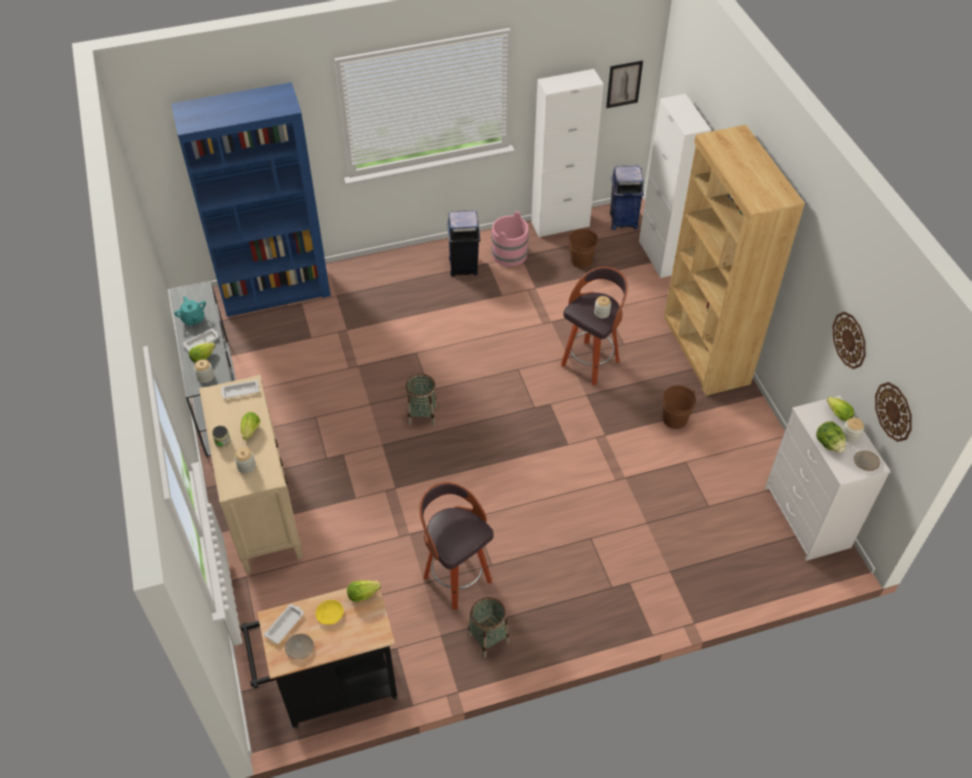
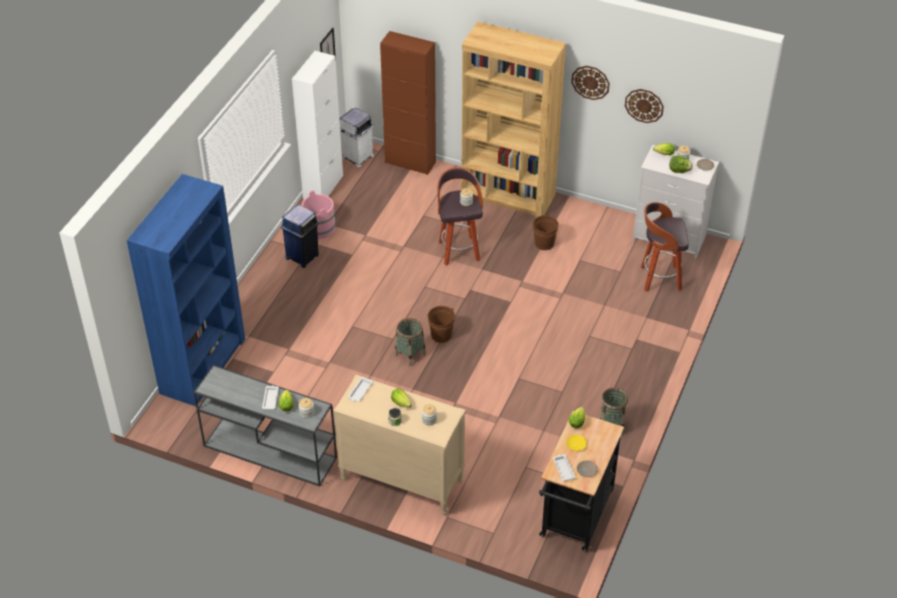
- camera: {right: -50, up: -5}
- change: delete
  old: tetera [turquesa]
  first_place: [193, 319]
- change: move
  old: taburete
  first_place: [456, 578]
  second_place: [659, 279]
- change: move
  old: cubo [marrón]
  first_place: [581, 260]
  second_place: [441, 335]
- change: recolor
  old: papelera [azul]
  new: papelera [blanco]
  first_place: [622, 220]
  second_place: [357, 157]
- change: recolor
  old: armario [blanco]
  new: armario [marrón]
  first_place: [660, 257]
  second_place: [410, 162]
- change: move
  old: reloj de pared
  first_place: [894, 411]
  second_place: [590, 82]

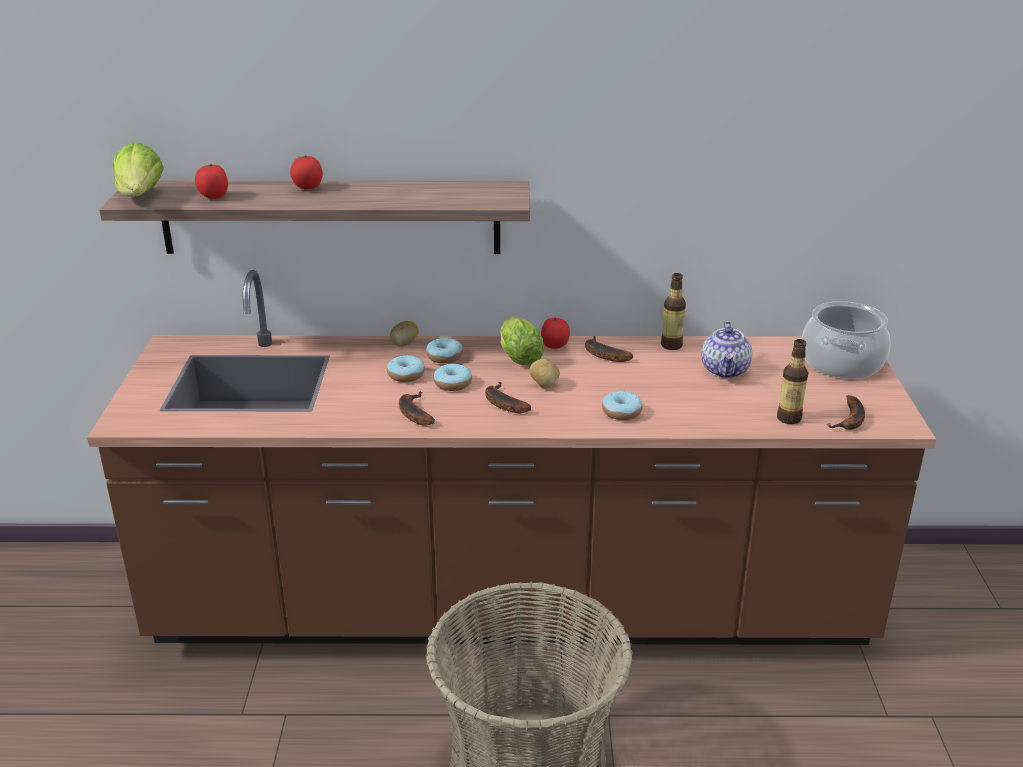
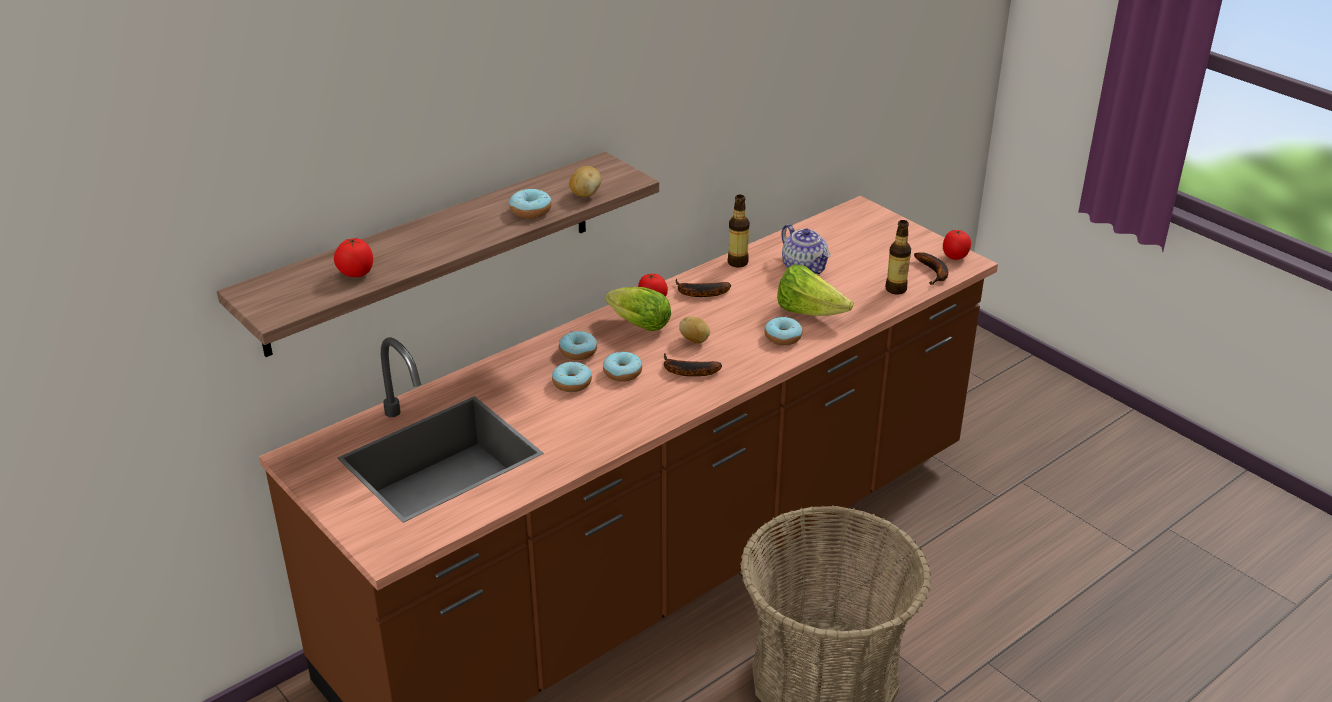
- camera: {right: -40, up: 5}
- change: move
  old: lechuga
  first_place: [140, 197]
  second_place: [809, 312]
- change: move
  old: tomate
  first_place: [307, 188]
  second_place: [955, 257]
- change: move
  old: patata
  first_place: [404, 344]
  second_place: [585, 194]
- change: delete
  old: plátano
  first_place: [413, 413]
- change: delete
  old: olla
  first_place: [842, 363]
- change: insert
  new: rosquilla
  second_place: [530, 211]

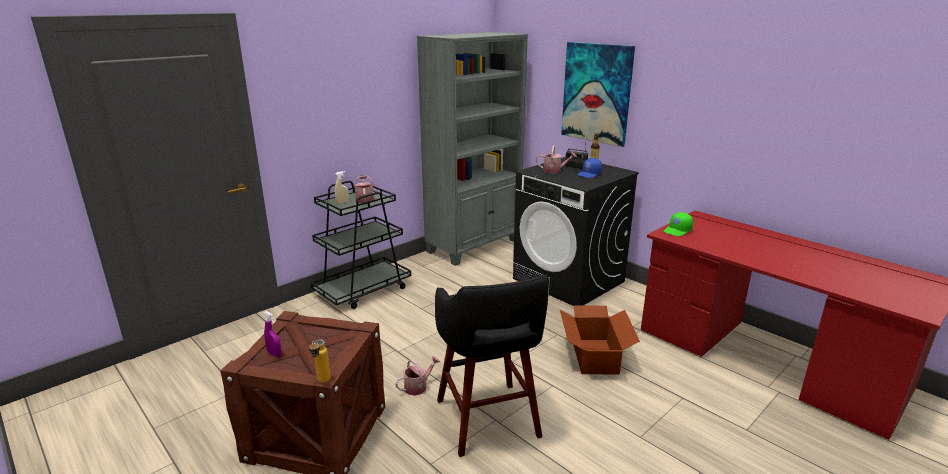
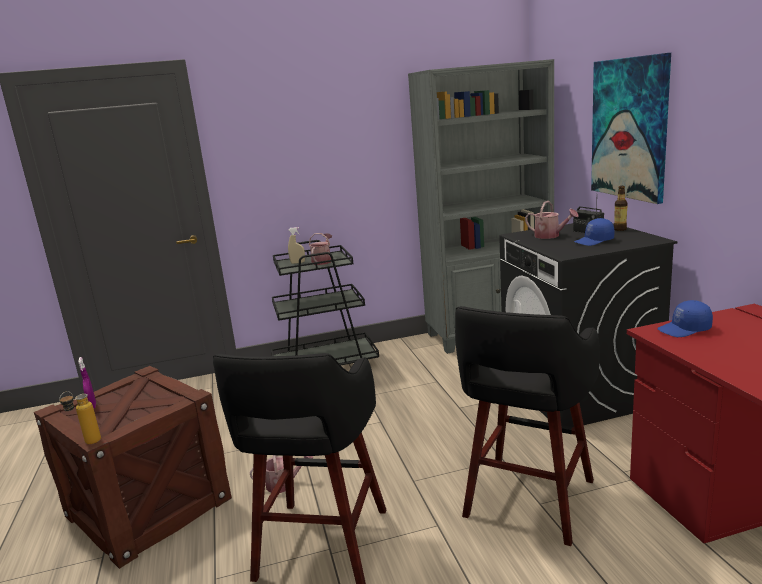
- camera: {right: 30, up: -5}
- change: replace
  old: caja de cartón
  new: taburete [negro]
  first_place: [594, 357]
  second_place: [527, 501]
- change: recolor
  old: gorra [verde]
  new: gorra [azul]
  first_place: [677, 231]
  second_place: [684, 330]

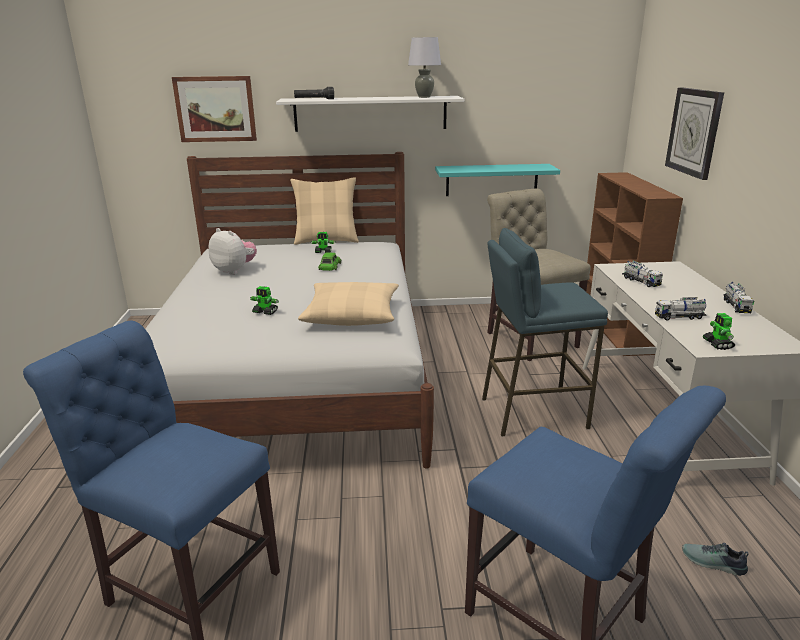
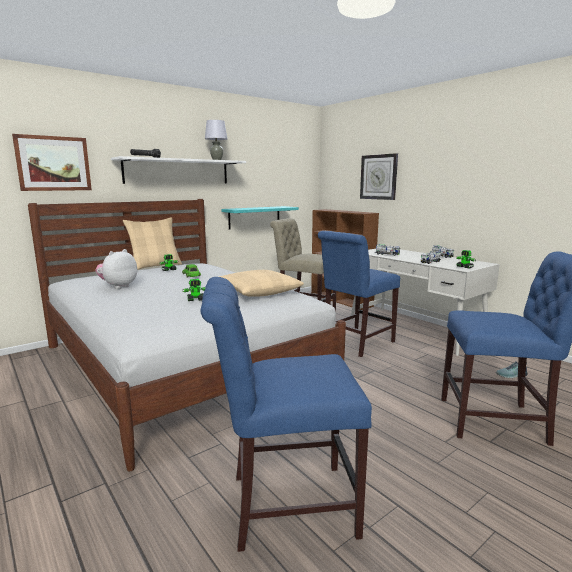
- camera: {right: -35, up: -10}
- change: rotate
  old: peluche
  first_place: [234, 271]
  second_place: [118, 286]
  degrees: -60
- change: replace
  old: taburete [azul]
  new: silla [azul]
  first_place: [532, 412]
  second_place: [355, 343]

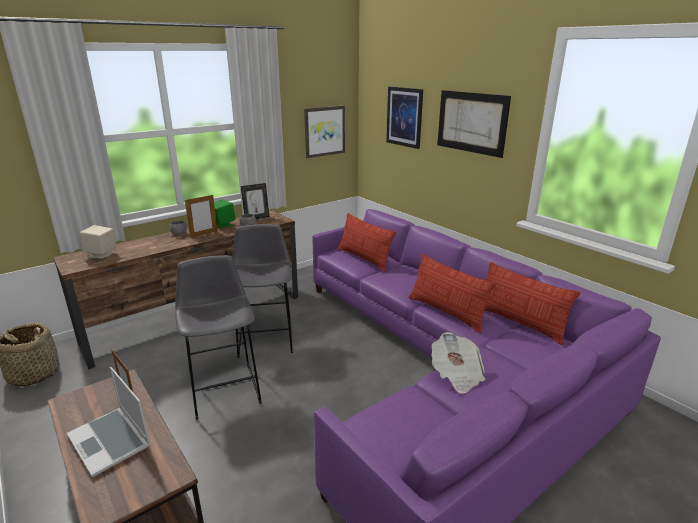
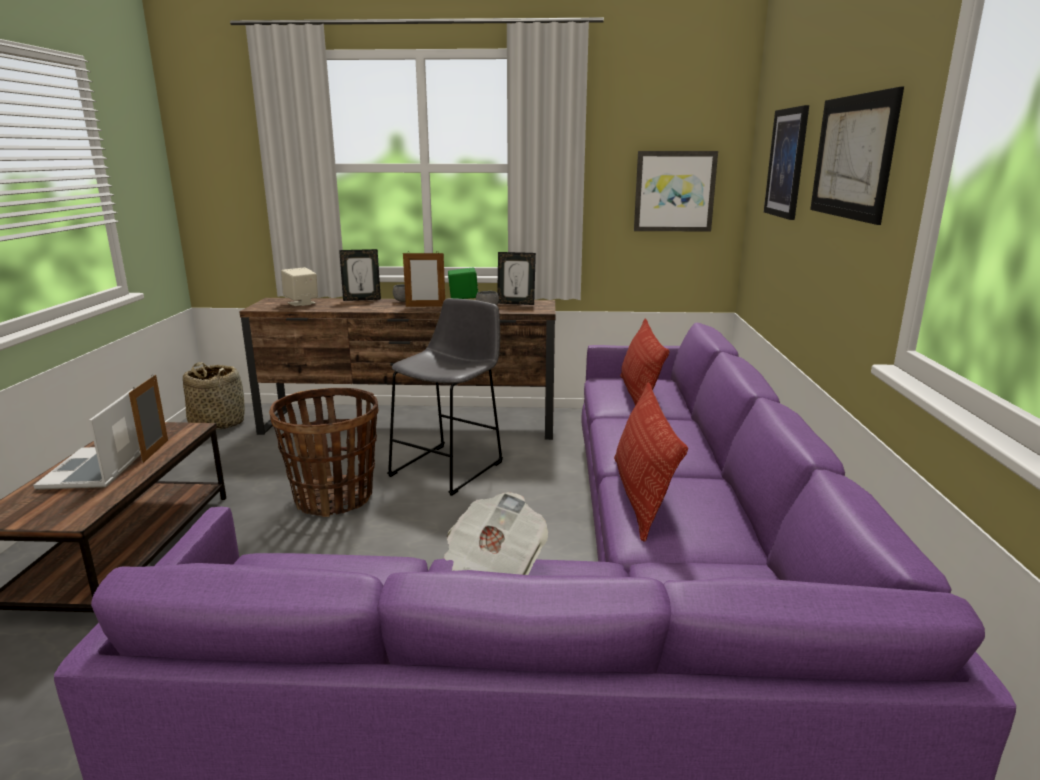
- camera: {right: 40, up: -5}
- change: replace
  old: taburete [gris]
  new: cesta
  first_place: [224, 386]
  second_place: [334, 498]
- change: delete
  old: cojín
  first_place: [519, 323]
- change: insert
  new: portarretratos
  second_place: [362, 299]

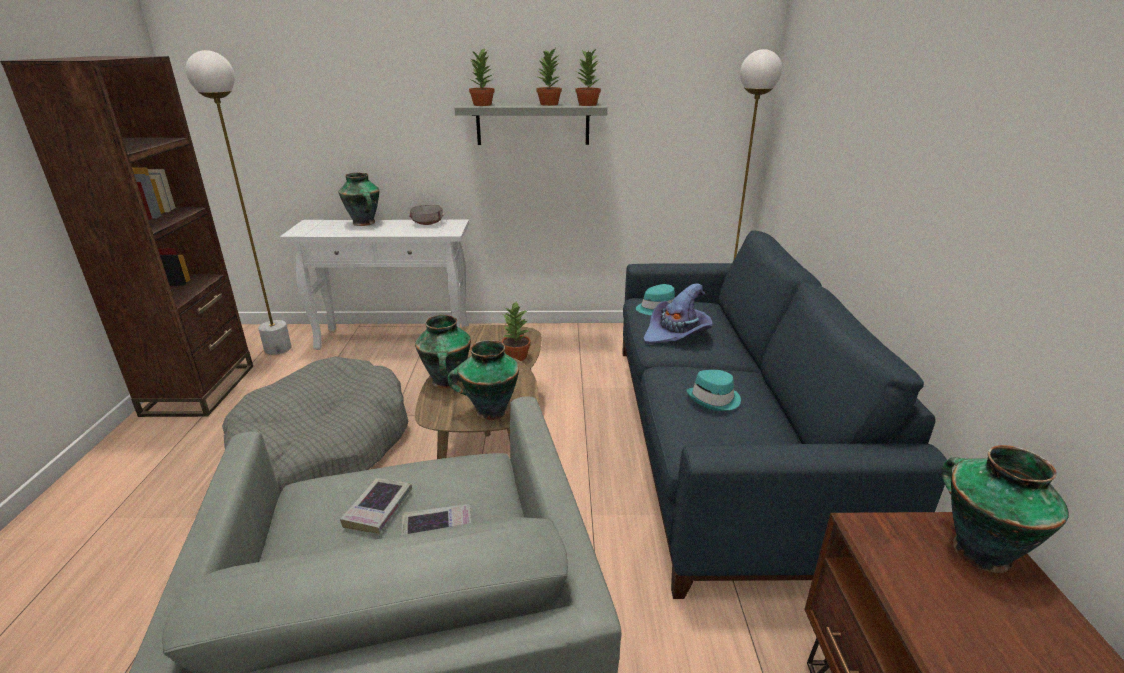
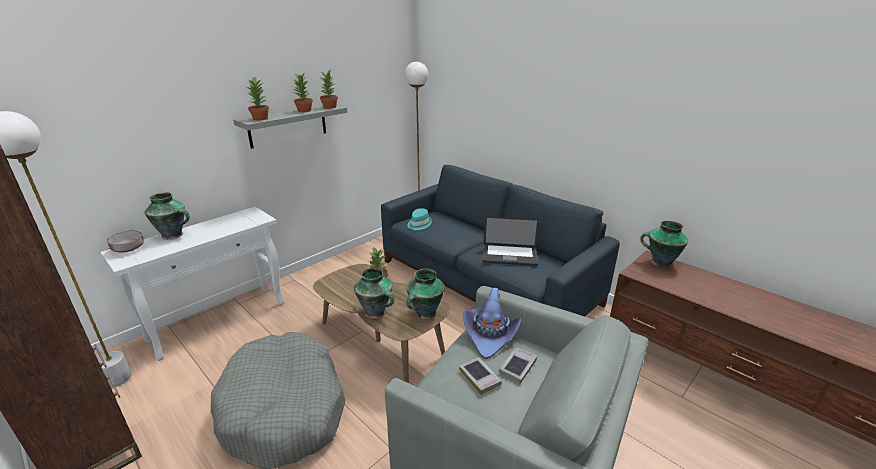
- camera: {right: -45, up: 0}
- change: move
  old: cuenco [gris]
  first_place: [427, 223]
  second_place: [128, 249]
- change: move
  old: sombrero [morado]
  first_place: [677, 333]
  second_place: [490, 334]
- change: replace
  old: sombrero [turquesa]
  new: portátil
  first_place: [714, 399]
  second_place: [509, 256]

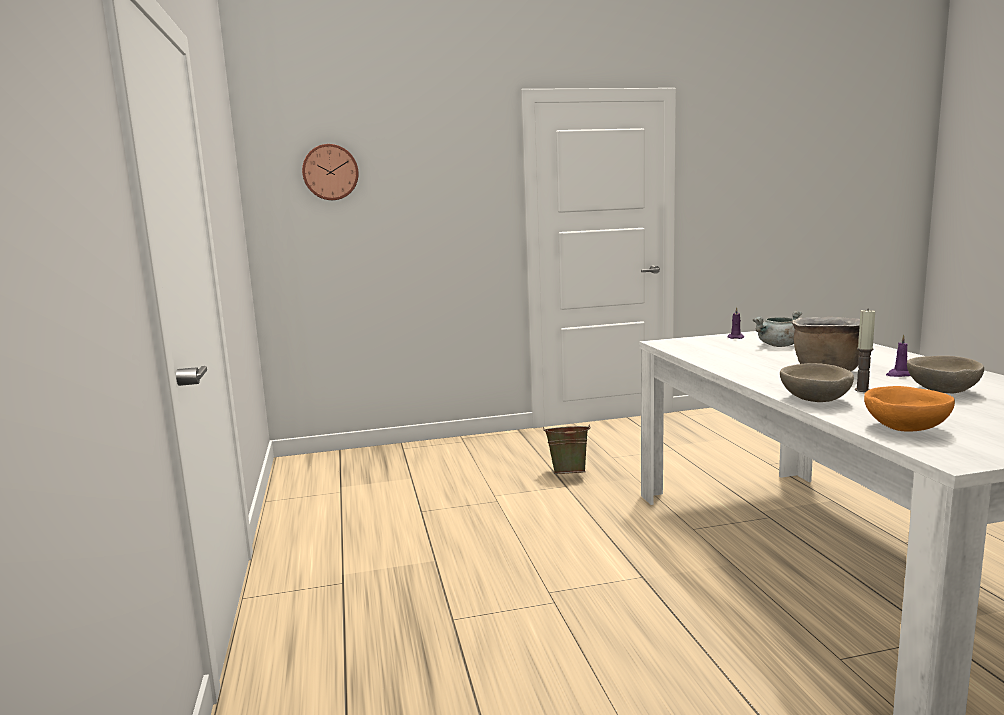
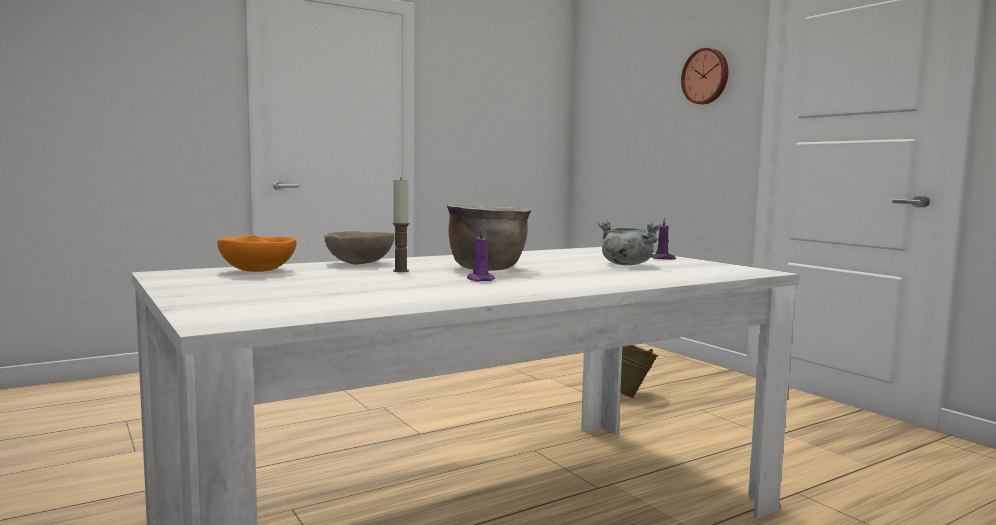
- camera: {right: 70, up: -5}
- change: move
  old: reloj de pared
  first_place: [330, 172]
  second_place: [706, 76]
- change: delete
  old: cuenco [beis]
  first_place: [941, 391]

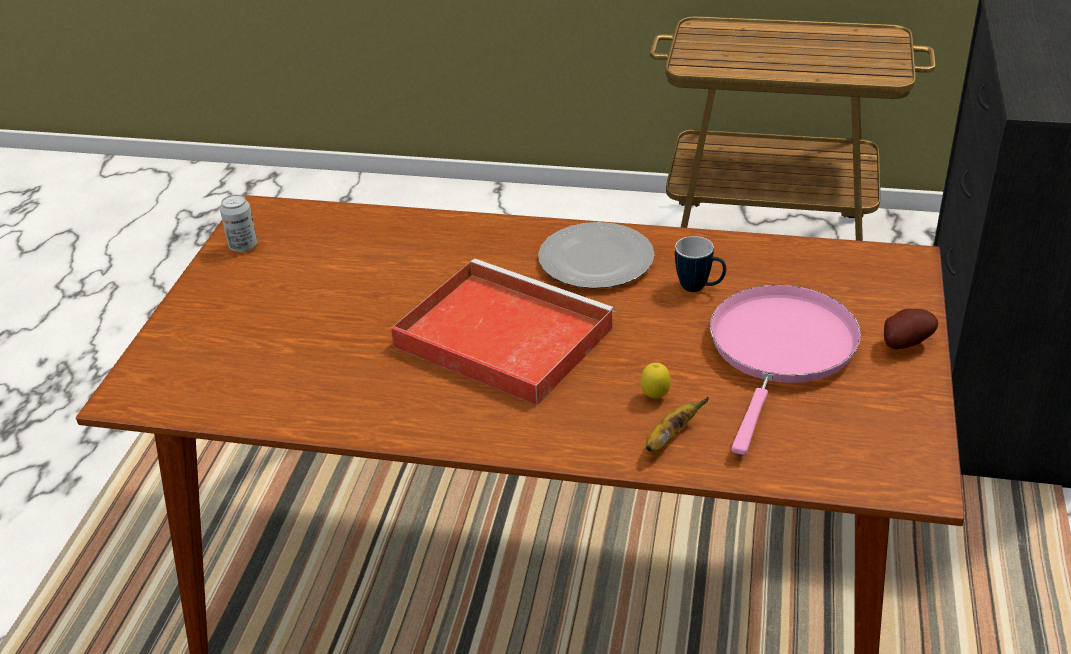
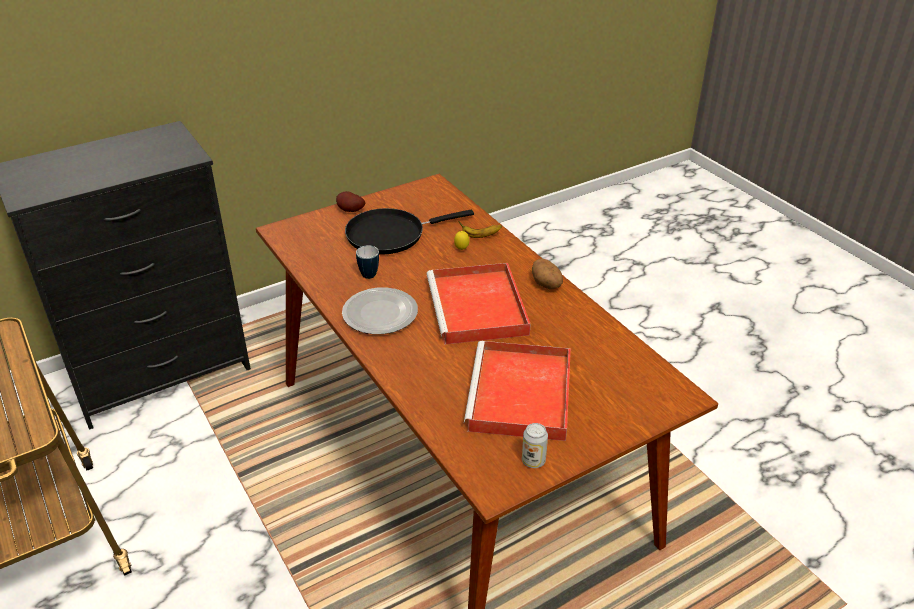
- camera: {right: -135, up: 0}
- change: recolor
  old: sartén [rosa]
  new: sartén [negro]
  first_place: [780, 350]
  second_place: [391, 235]
- change: insert
  new: bandeja [rojo]
  second_place: [521, 396]
- change: insert
  new: patata
  second_place: [547, 285]

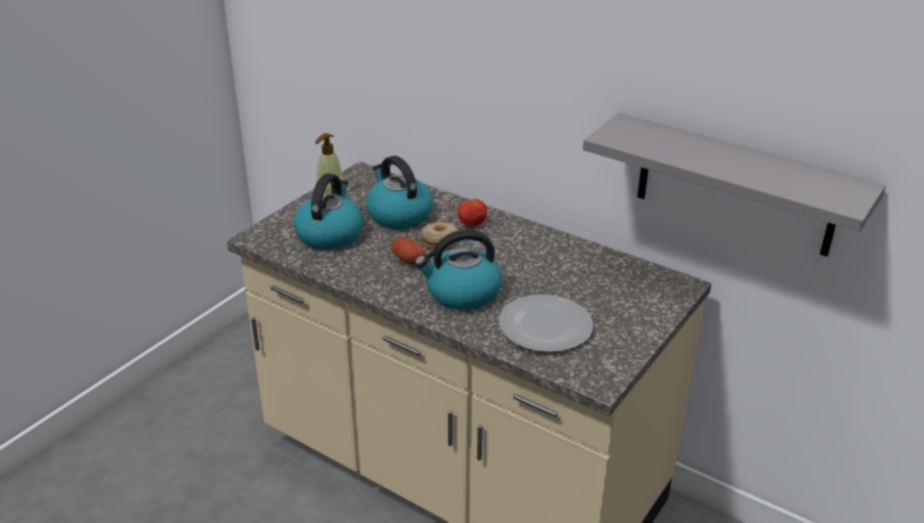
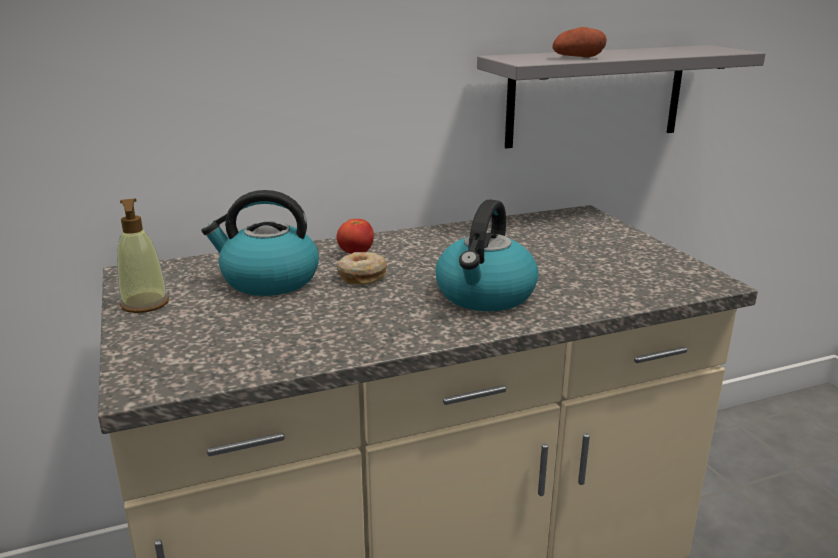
- camera: {right: -55, up: -10}
- change: delete
  old: hervidor
  first_place: [329, 234]
- change: move
  old: patata
  first_place: [407, 259]
  second_place: [578, 57]
- change: delete
  old: plato
  first_place: [545, 326]

